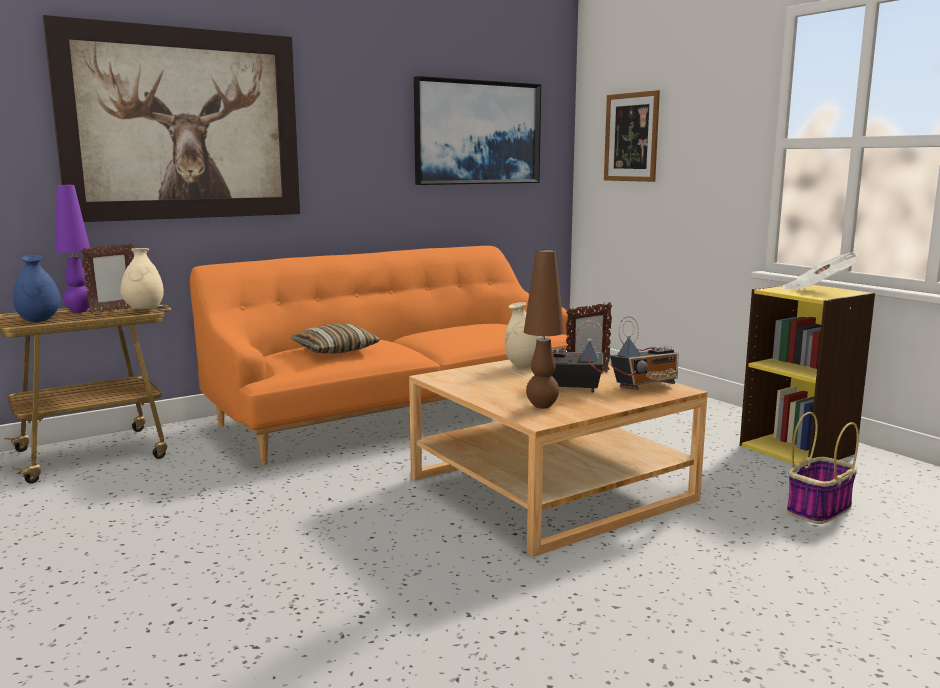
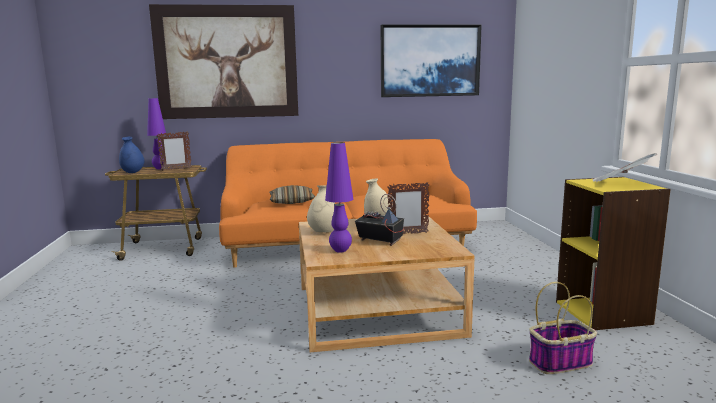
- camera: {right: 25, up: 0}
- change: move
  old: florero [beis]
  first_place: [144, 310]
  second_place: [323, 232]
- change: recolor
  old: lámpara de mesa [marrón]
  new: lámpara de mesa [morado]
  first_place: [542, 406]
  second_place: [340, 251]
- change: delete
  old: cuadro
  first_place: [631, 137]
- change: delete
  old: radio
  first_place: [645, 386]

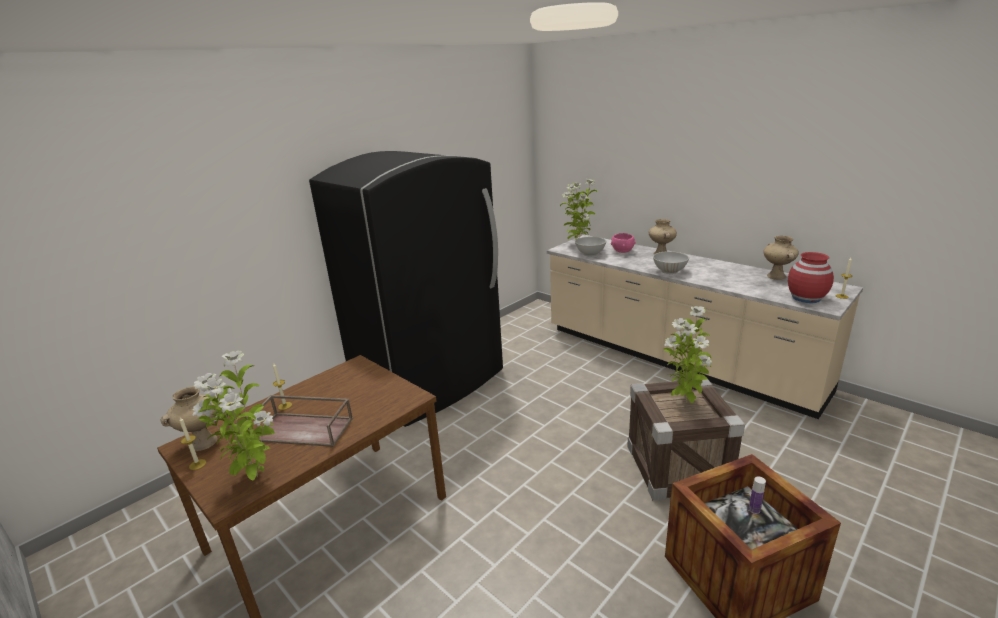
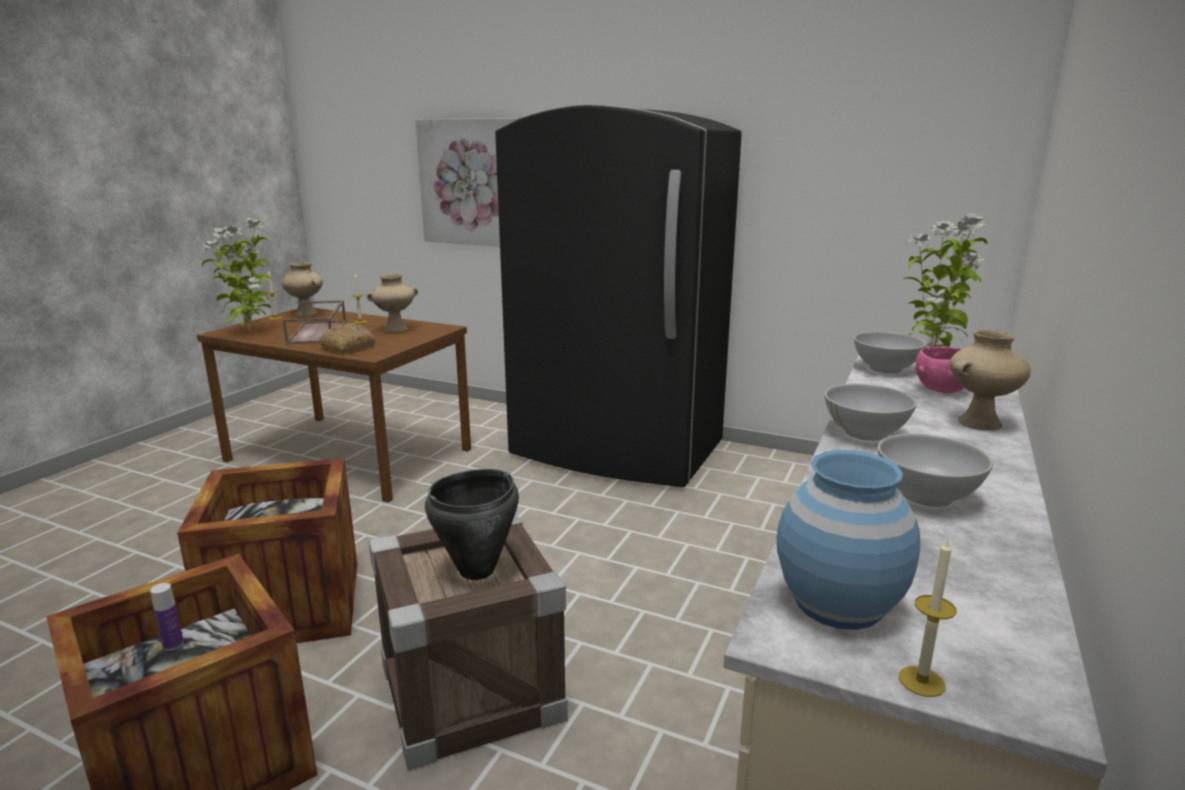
- camera: {right: 70, up: -5}
- change: replace
  old: planta en maceta
  new: olla [negro]
  first_place: [684, 402]
  second_place: [477, 570]
- change: move
  old: florero [beis]
  first_place: [777, 276]
  second_place: [395, 330]
- change: recolor
  old: florero [rojo]
  new: florero [azul]
  first_place: [806, 298]
  second_place: [837, 603]
- change: insert
  new: caja de embalaje
  second_place: [288, 605]
- change: insert
  new: pan
  second_place: [348, 347]
- change: insert
  new: cuadro
  second_place: [472, 183]
- change: insert
  new: cuenco [blanco]
  second_place: [927, 496]

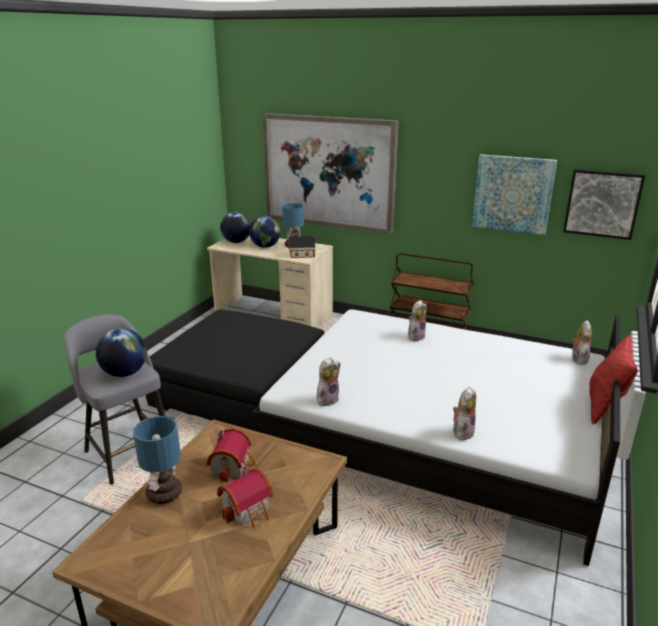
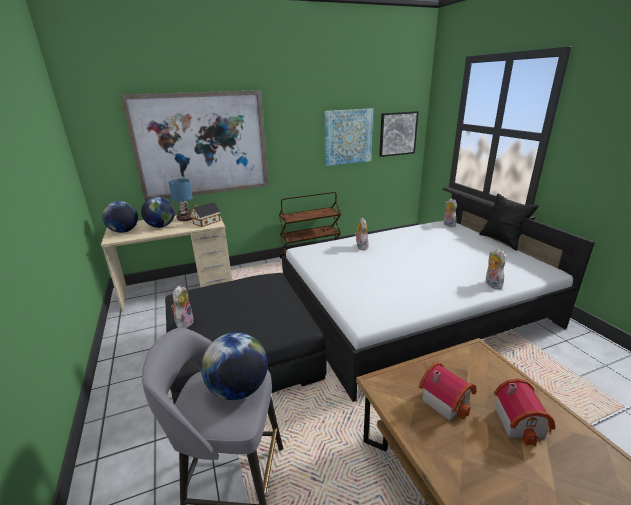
- camera: {right: -45, up: 0}
- change: delete
  old: lámpara de mesa
  first_place: [164, 492]
- change: move
  old: peluche
  first_place: [327, 399]
  second_place: [184, 322]
- change: recolor
  old: cojín [rojo]
  new: cojín [negro]
  first_place: [605, 407]
  second_place: [502, 241]

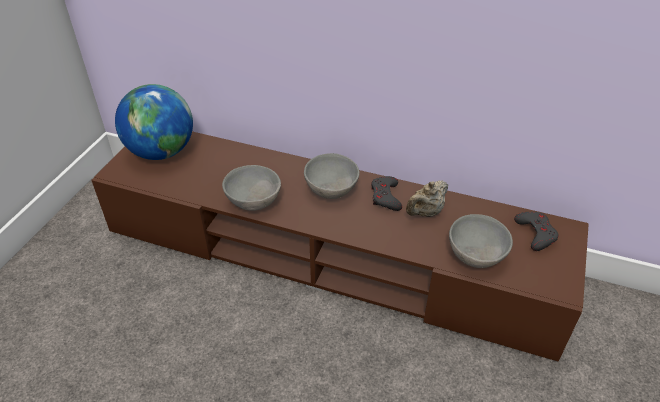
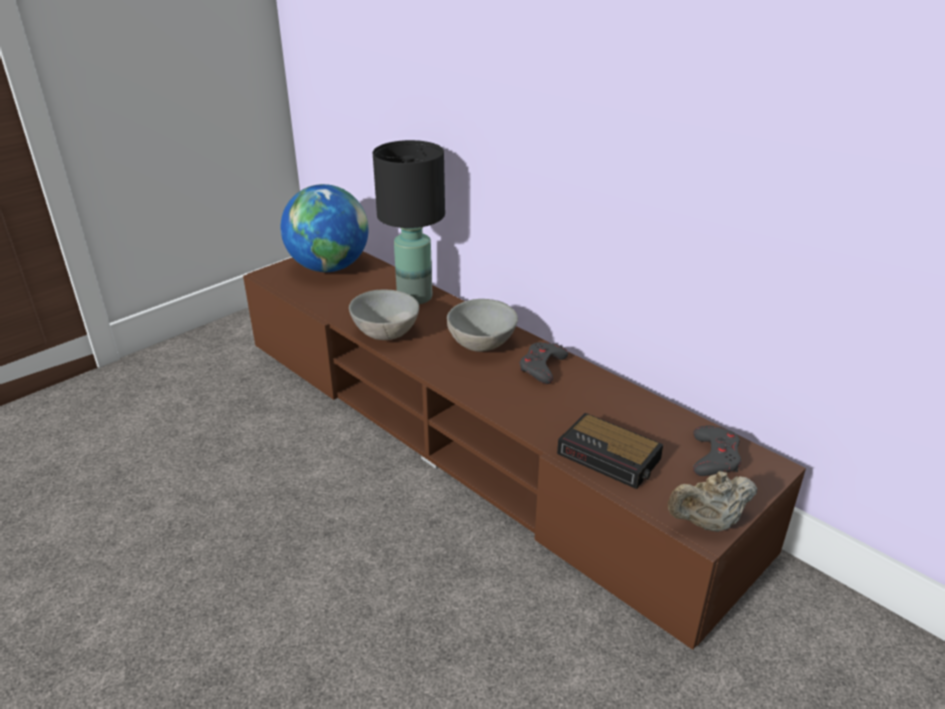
- camera: {right: 25, up: -10}
- change: move
  old: tetera [beis]
  first_place: [425, 212]
  second_place: [708, 523]
- change: replace
  old: cuenco [gris]
  new: despertador
  first_place: [476, 256]
  second_place: [610, 457]
- change: insert
  new: lámpara de mesa [negro]
  second_place: [415, 296]

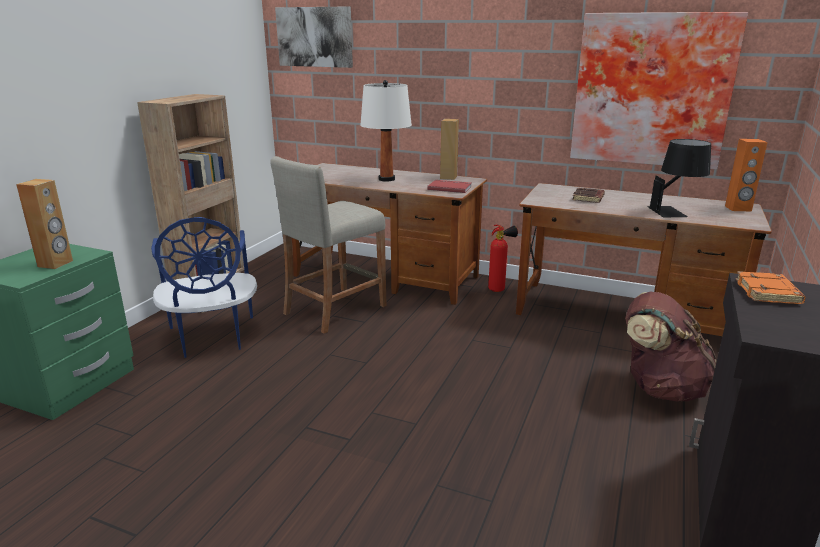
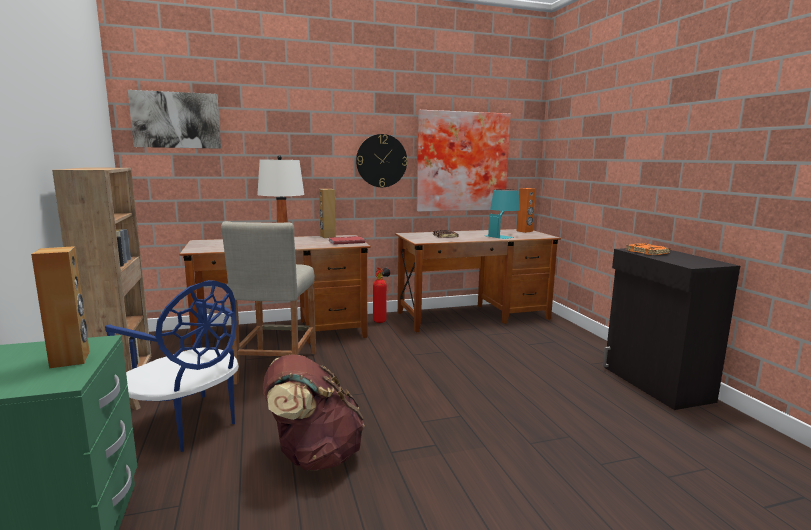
- camera: {right: -40, up: -10}
- change: move
  old: mochila [marrón]
  first_place: [660, 388]
  second_place: [314, 456]
- change: recolor
  old: lámpara de mesa [negro]
  new: lámpara de mesa [turquesa]
  first_place: [675, 211]
  second_place: [502, 236]
- change: insert
  new: reloj de pared
  second_place: [381, 161]

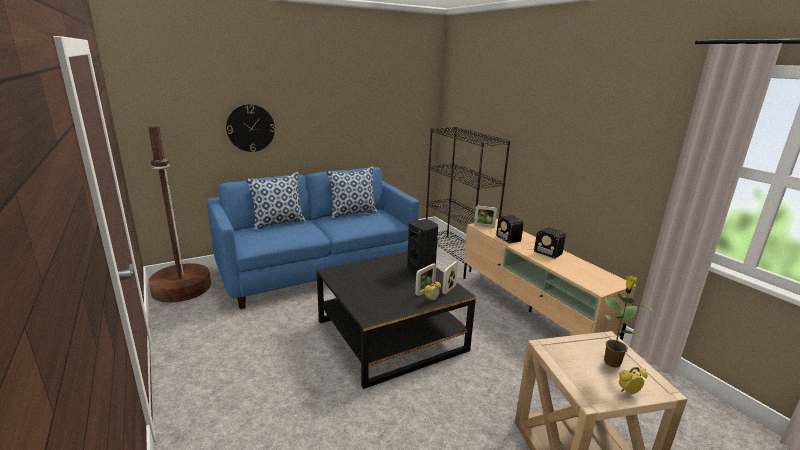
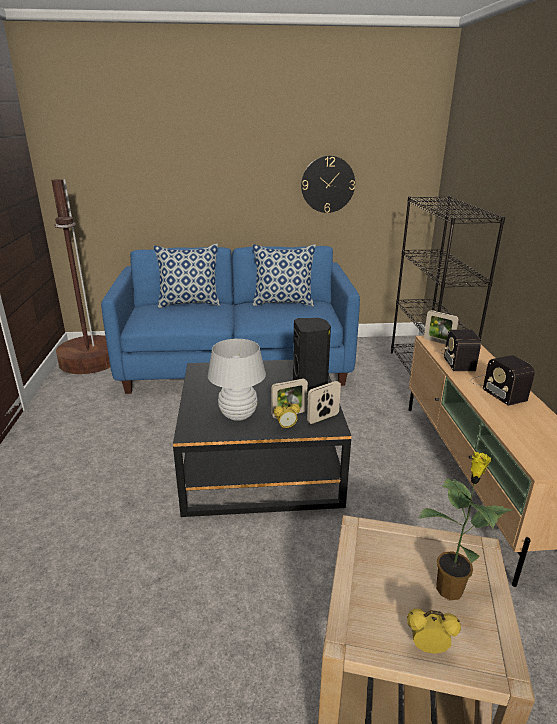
- camera: {right: 25, up: 5}
- change: move
  old: reloj de pared
  first_place: [250, 128]
  second_place: [328, 184]
- change: insert
  new: lámpara de mesa [blanco]
  second_place: [238, 415]

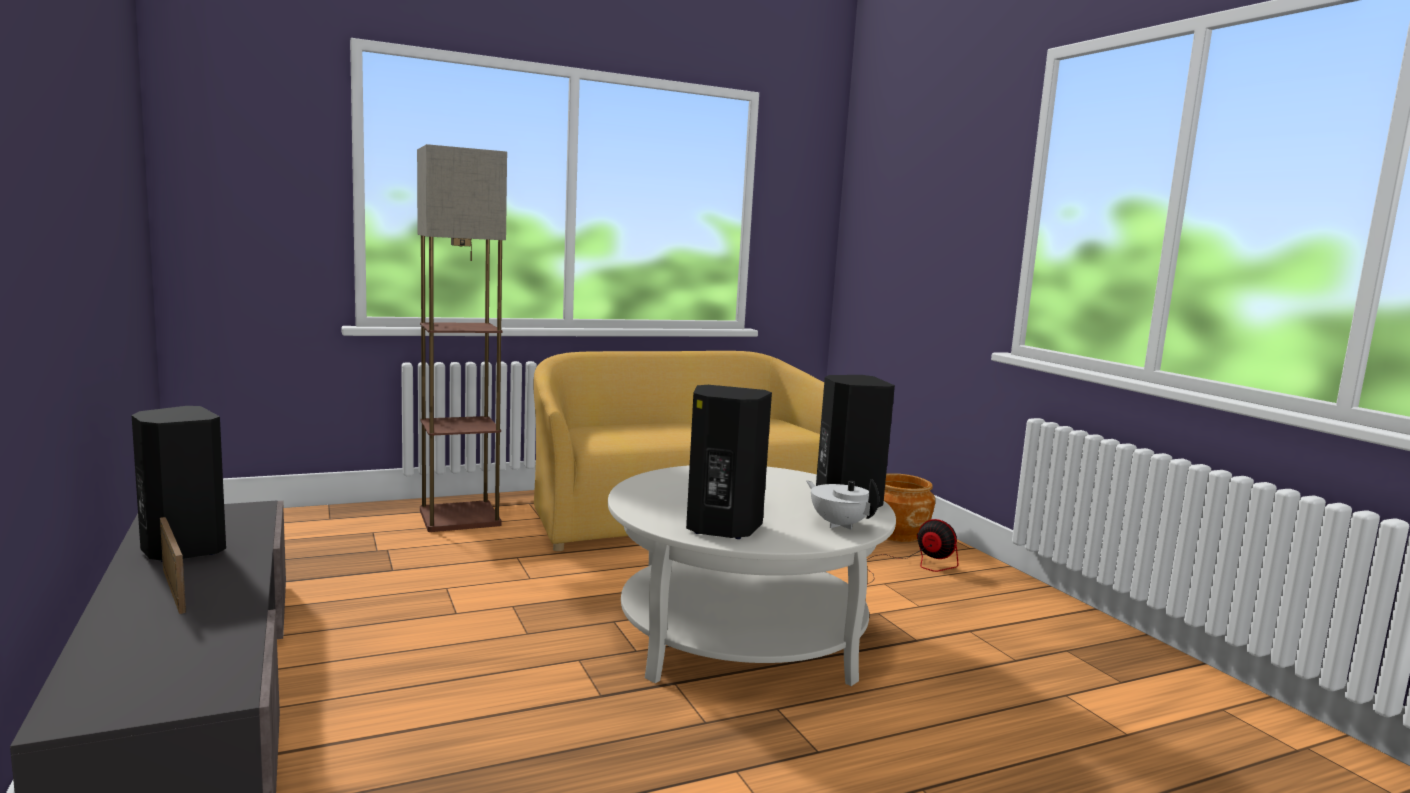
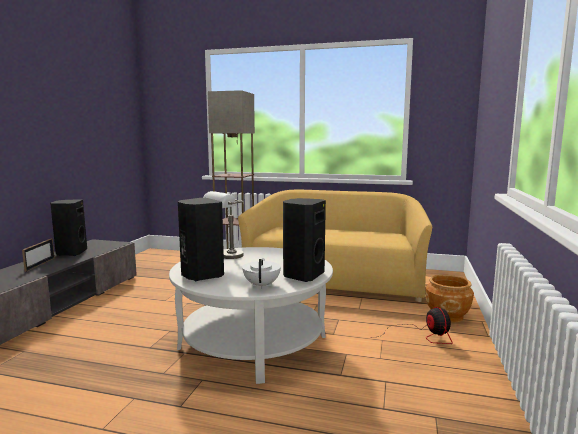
- camera: {right: 40, up: 0}
- change: insert
  new: lámpara de mesa [gris]
  second_place: [225, 257]

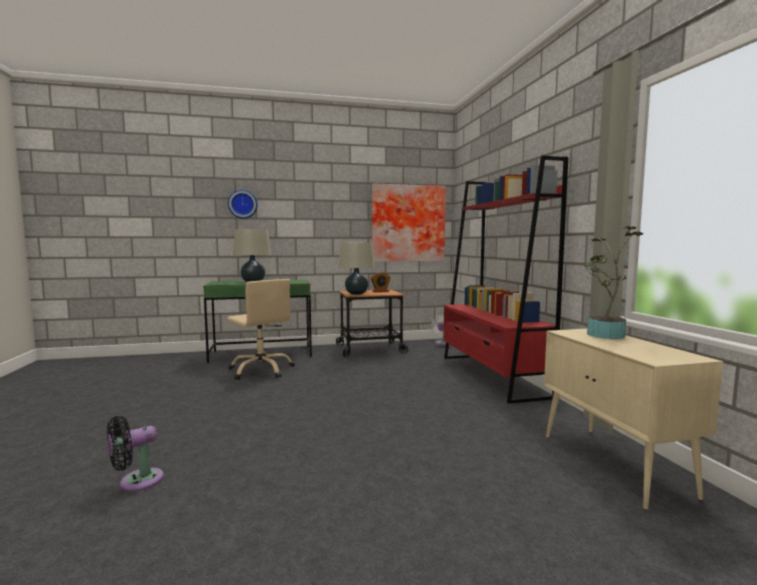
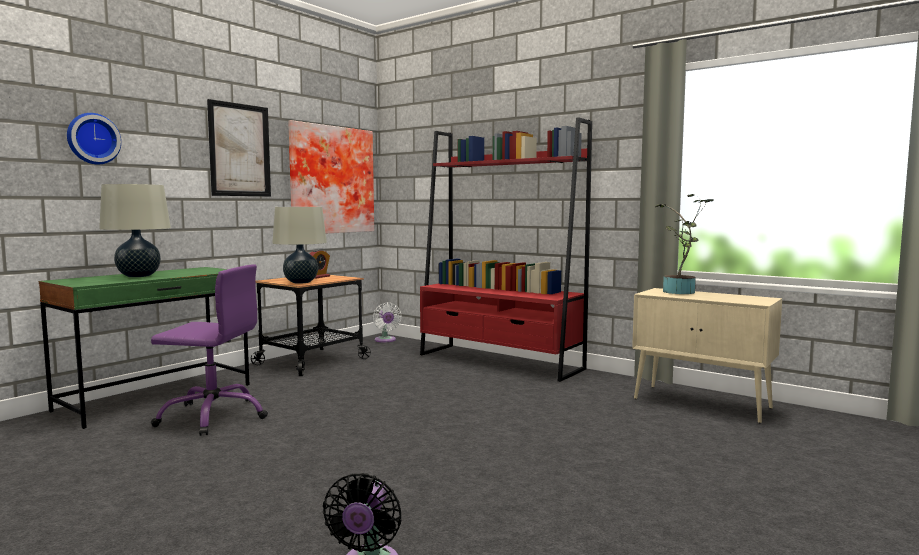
- camera: {right: -40, up: 0}
- change: recolor
  old: silla de oficina [beis]
  new: silla de oficina [morado]
  first_place: [261, 370]
  second_place: [213, 416]
- change: insert
  new: cuadro
  second_place: [240, 150]

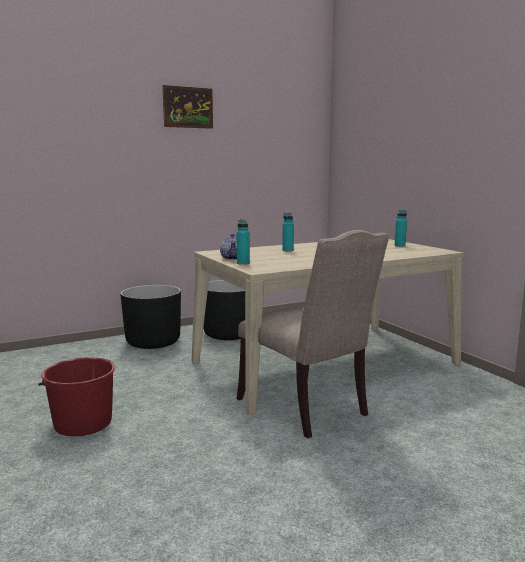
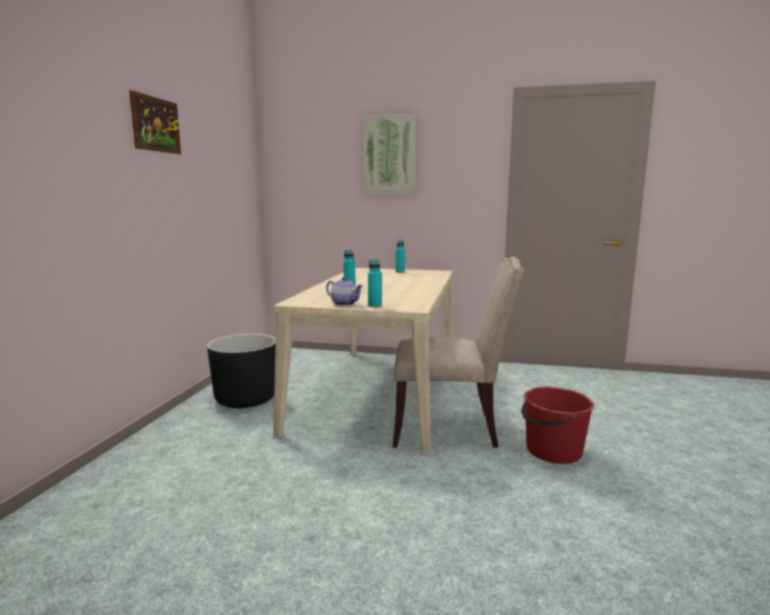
- camera: {right: -50, up: 0}
- change: move
  old: cubo [rojo]
  first_place: [82, 423]
  second_place: [552, 451]
- change: delete
  old: maceta [negro]
  first_place: [153, 342]
- change: insert
  new: cuadro
  second_place: [390, 155]

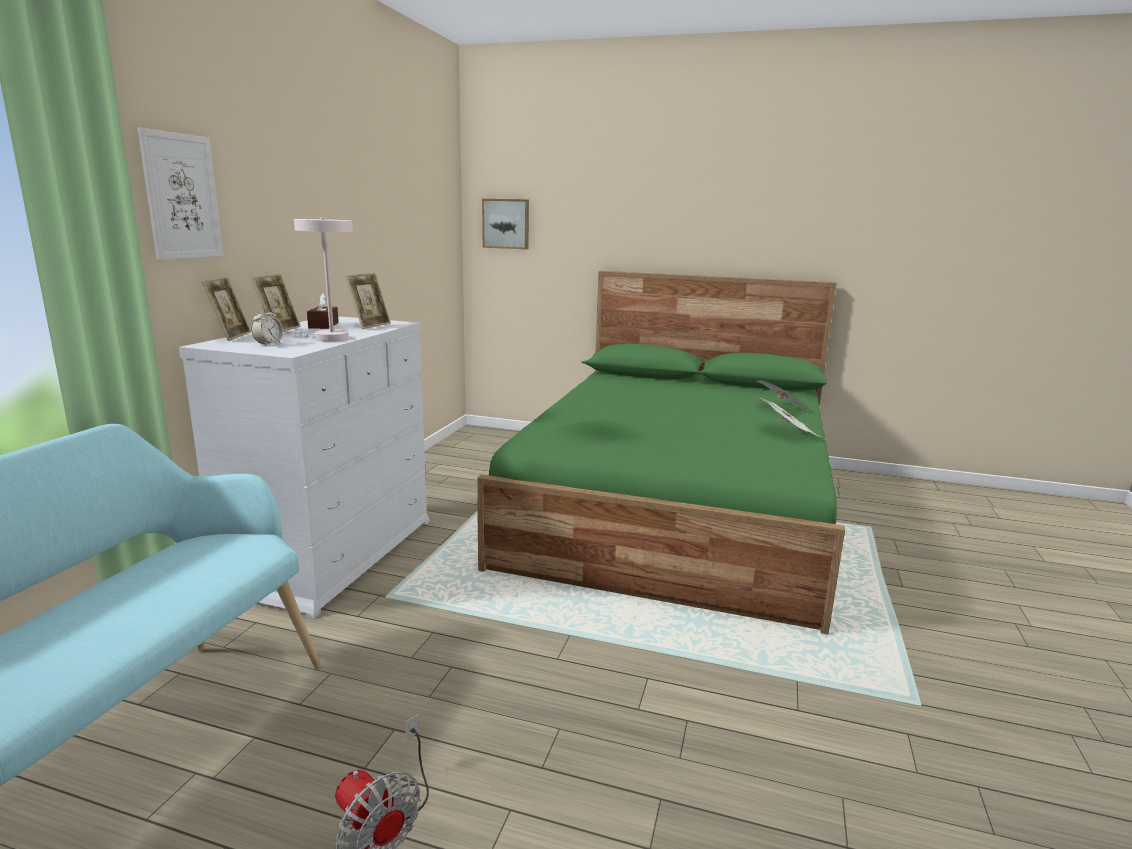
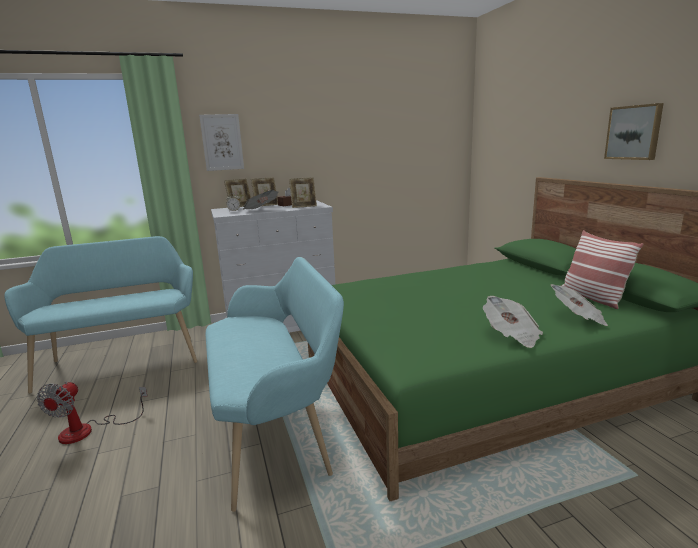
- camera: {right: 55, up: 0}
- change: replace
  old: lámpara de mesa [blanco]
  new: periódico
  first_place: [326, 338]
  second_place: [261, 210]
- change: move
  old: cuadro
  first_place: [506, 223]
  second_place: [634, 132]
- change: insert
  new: banco [turquesa]
  second_place: [276, 425]
- change: insert
  new: cojín
  second_place: [592, 297]

